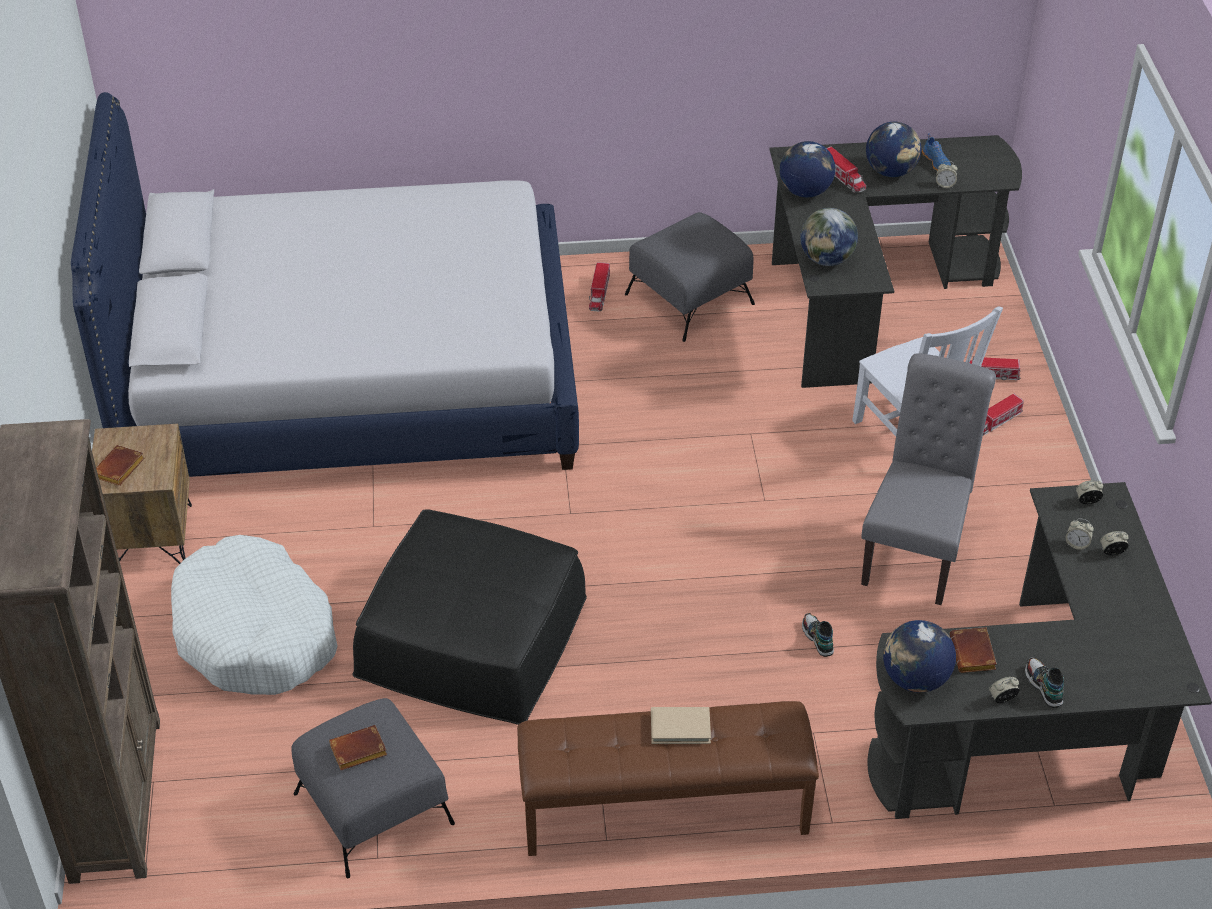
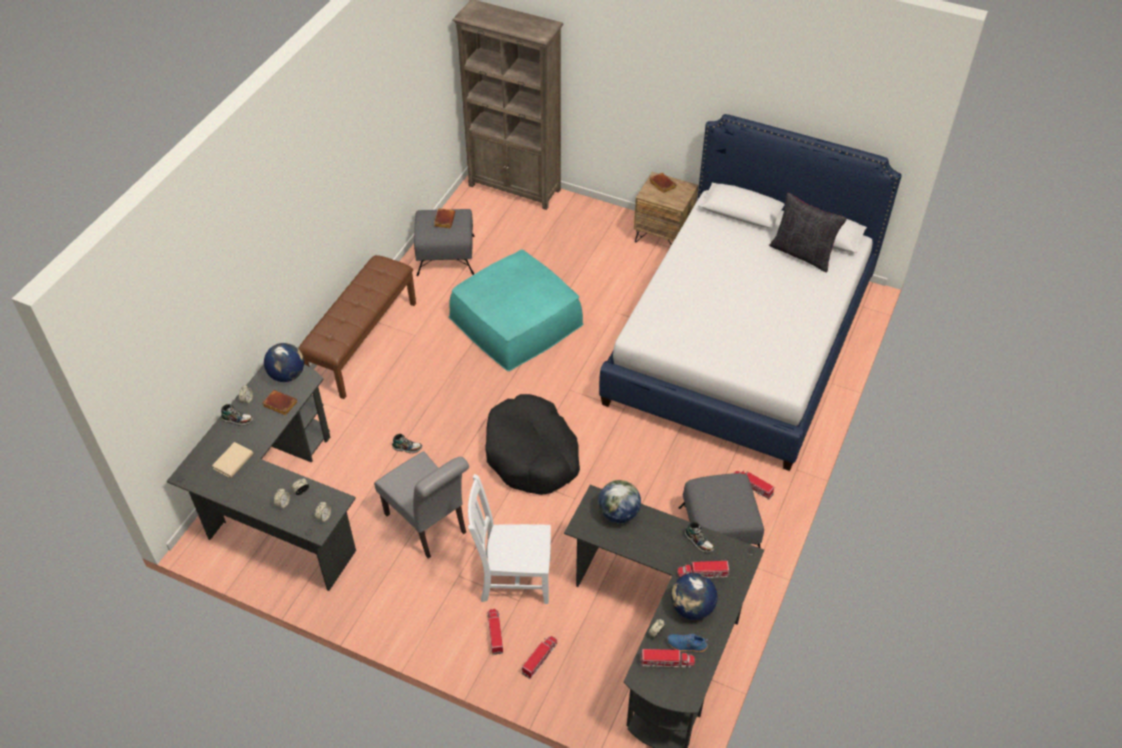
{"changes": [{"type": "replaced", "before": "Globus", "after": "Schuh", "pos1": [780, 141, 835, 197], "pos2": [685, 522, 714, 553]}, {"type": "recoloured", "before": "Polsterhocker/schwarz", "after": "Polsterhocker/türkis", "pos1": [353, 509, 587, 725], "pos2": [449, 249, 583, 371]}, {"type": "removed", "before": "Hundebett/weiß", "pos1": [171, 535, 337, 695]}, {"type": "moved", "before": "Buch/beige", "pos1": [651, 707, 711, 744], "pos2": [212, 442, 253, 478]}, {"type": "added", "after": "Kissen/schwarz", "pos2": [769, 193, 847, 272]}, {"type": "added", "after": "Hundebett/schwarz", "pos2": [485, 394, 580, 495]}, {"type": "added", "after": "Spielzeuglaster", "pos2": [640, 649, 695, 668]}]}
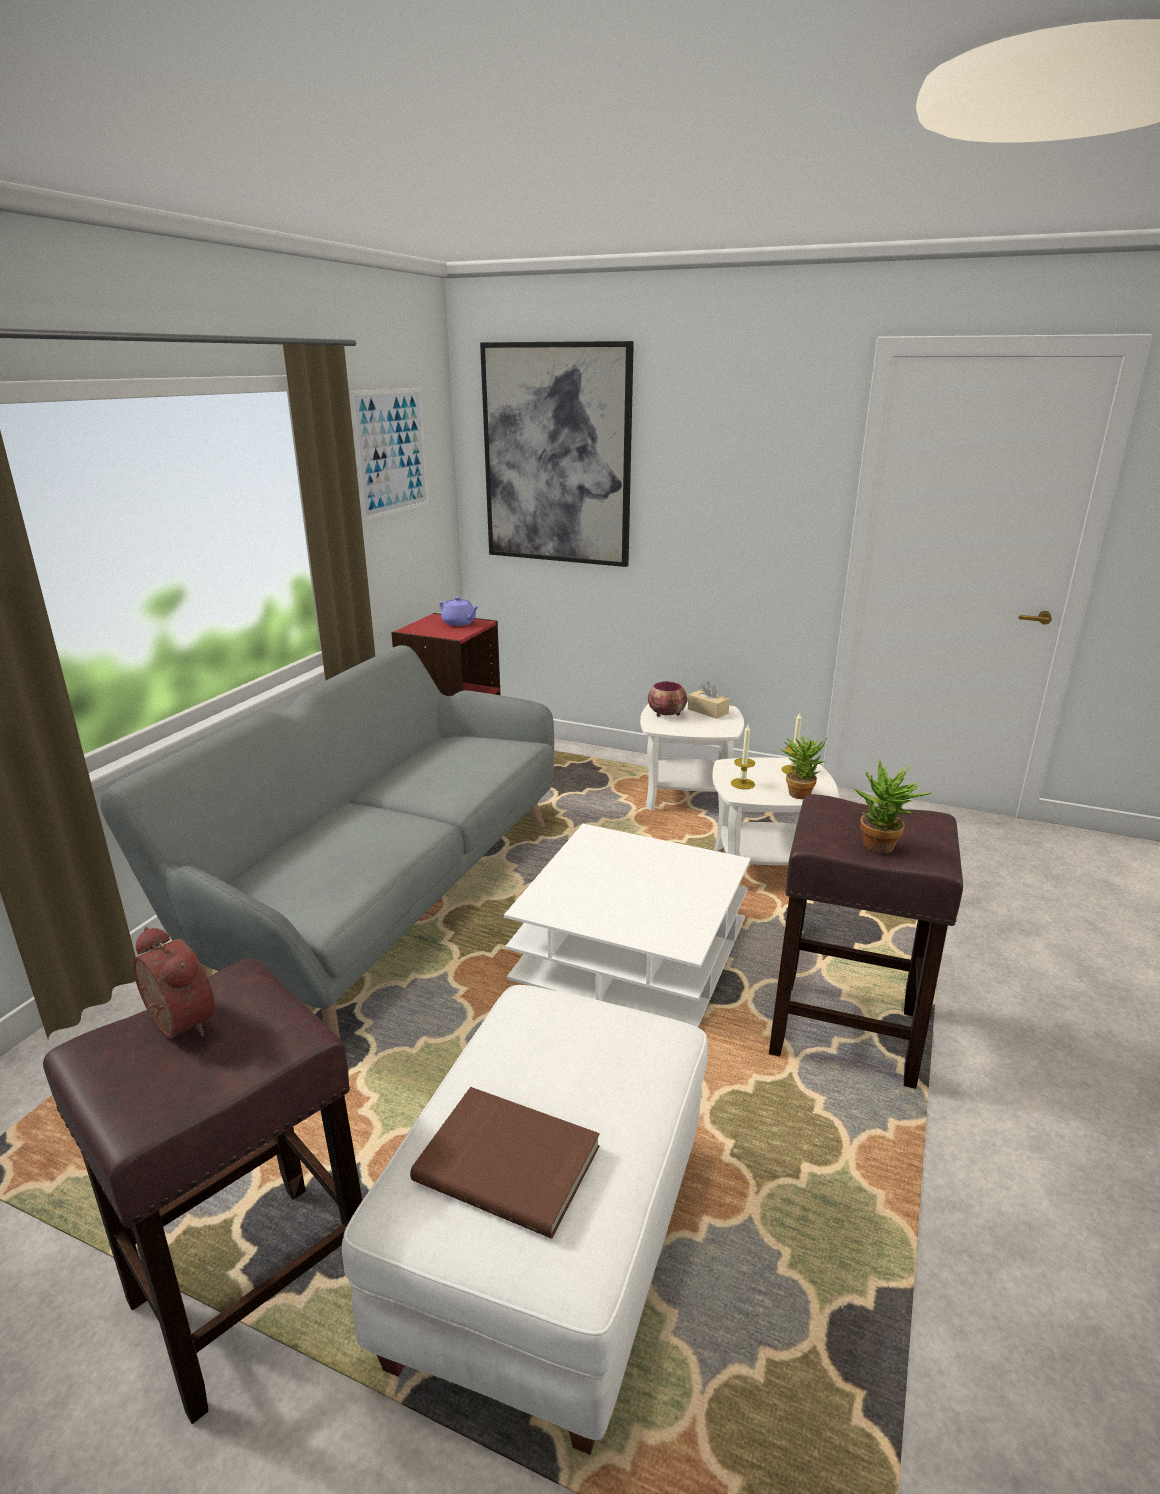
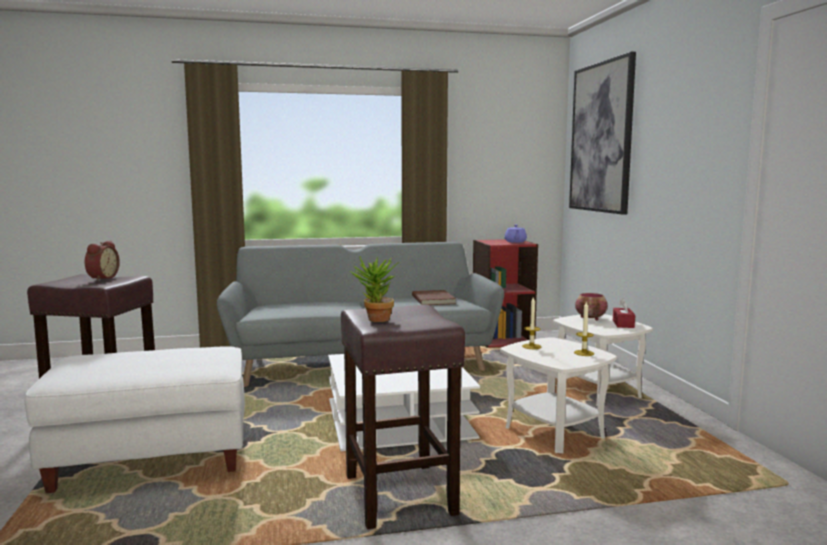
{"changes": [{"type": "removed", "before": "Bild", "pos1": [349, 388, 429, 521]}, {"type": "recoloured", "before": "Taschentuchbox/beige", "after": "Taschentuchbox/rot", "pos1": [688, 682, 730, 719], "pos2": [613, 298, 635, 328]}, {"type": "removed", "before": "Topfpflanze", "pos1": [780, 736, 827, 799]}, {"type": "moved", "before": "Buch/braun", "pos1": [410, 1087, 600, 1239], "pos2": [412, 290, 456, 305]}]}
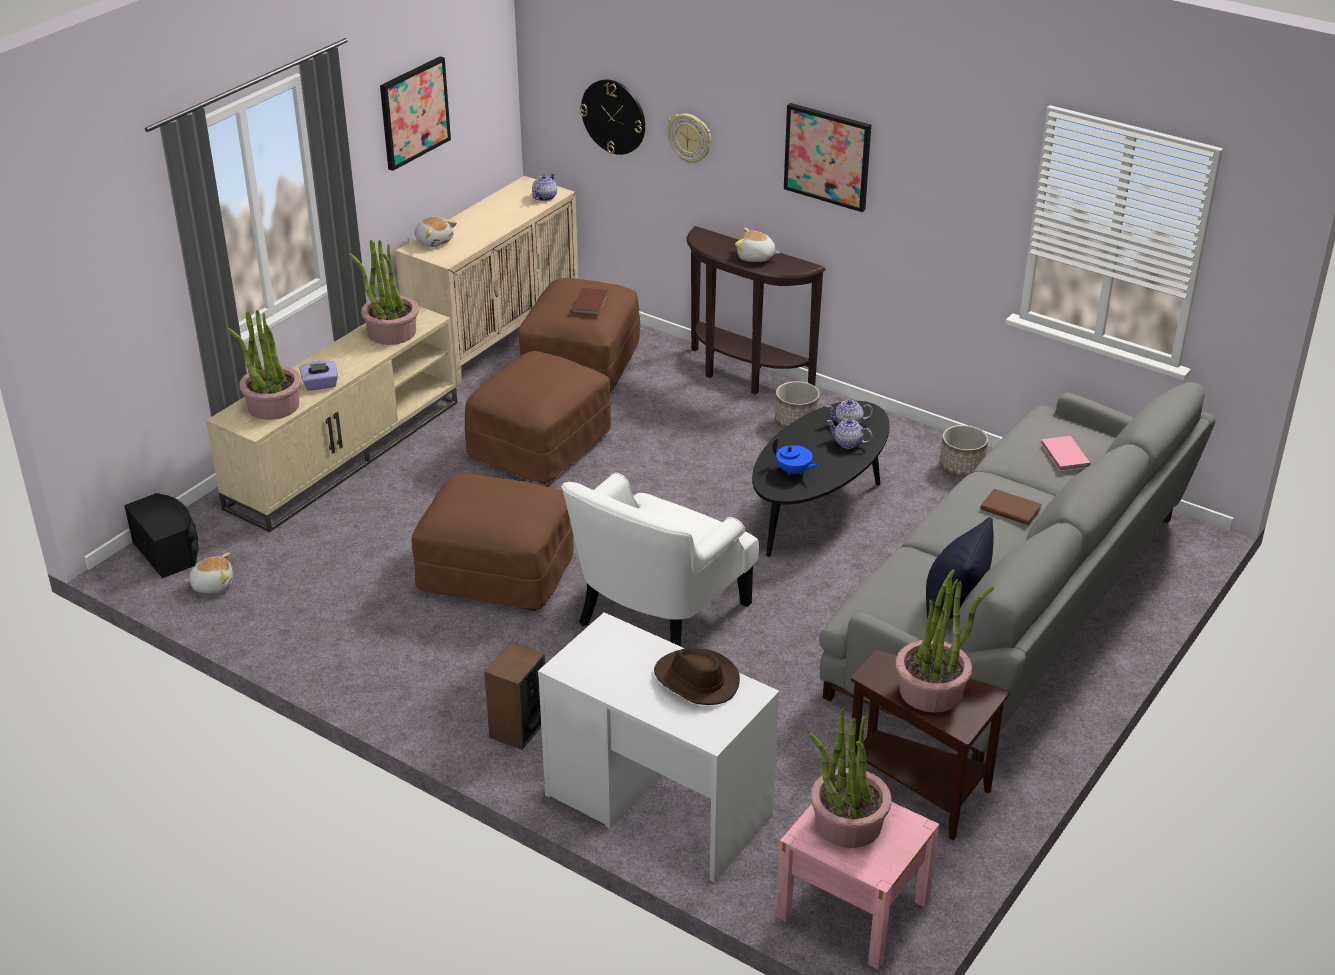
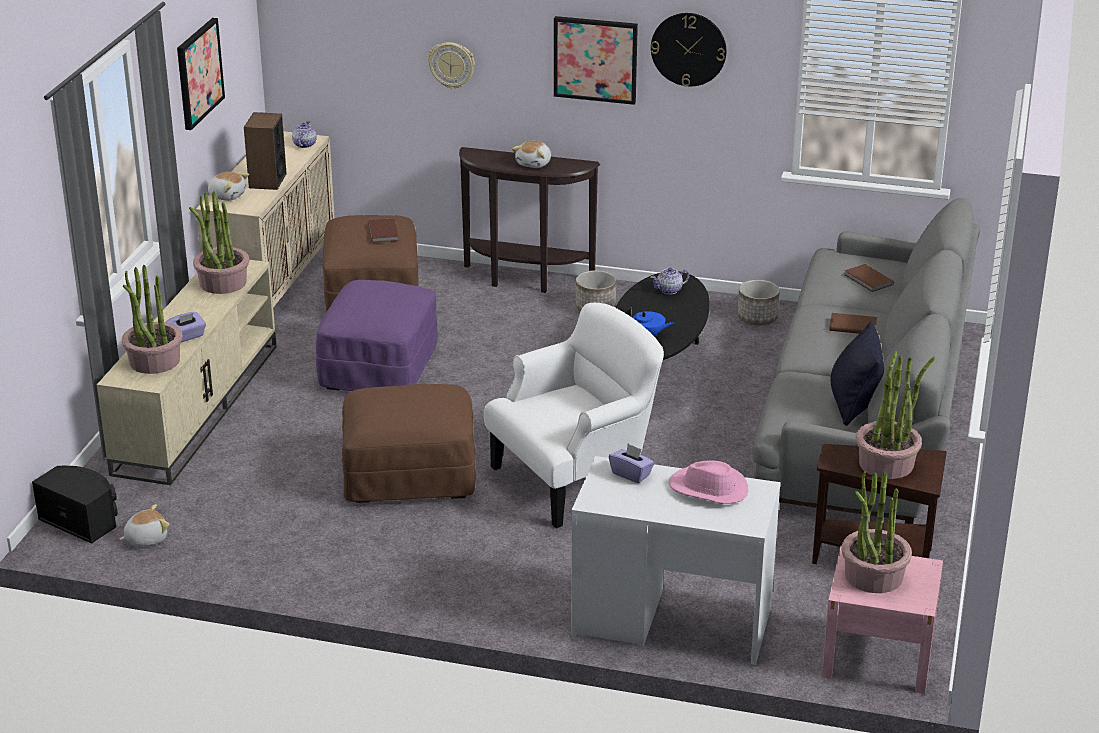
{"changes": [{"type": "moved", "before": "Wanduhr", "pos1": [580, 79, 645, 155], "pos2": [651, 13, 726, 87]}, {"type": "turned", "before": "Plüschtier", "pos1": [735, 228, 780, 262], "pos2": [512, 141, 551, 168], "turn": -60}, {"type": "recoloured", "before": "Polsterhocker/braun", "after": "Polsterhocker/lila", "pos1": [465, 351, 611, 484], "pos2": [316, 280, 437, 391]}, {"type": "removed", "before": "Teekanne", "pos1": [827, 419, 872, 449]}, {"type": "recoloured", "before": "Buch/rosa", "after": "Buch/braun", "pos1": [1041, 436, 1091, 471], "pos2": [844, 264, 894, 292]}, {"type": "turned", "before": "Sessel/weiß", "pos1": [561, 472, 759, 646], "pos2": [484, 303, 664, 528], "turn": -135}, {"type": "moved", "before": "Lautsprecher", "pos1": [484, 642, 545, 750], "pos2": [244, 112, 287, 190]}, {"type": "recoloured", "before": "Hut/braun", "after": "Hut/rosa", "pos1": [654, 648, 740, 705], "pos2": [669, 460, 748, 504]}, {"type": "added", "after": "Taschentuchbox/lila", "pos2": [609, 444, 654, 483]}]}
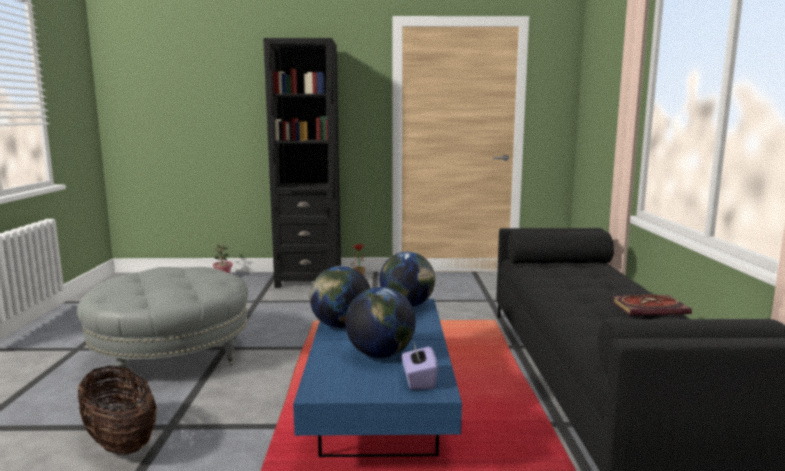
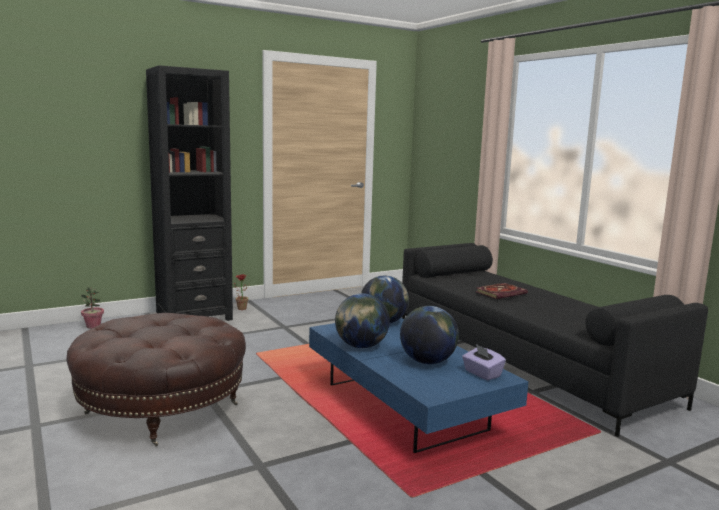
{"changes": [{"type": "recoloured", "before": "Polsterhocker/grau", "after": "Polsterhocker/braun", "pos1": [77, 267, 248, 381], "pos2": [66, 313, 246, 446]}, {"type": "moved", "before": "Buch", "pos1": [611, 294, 692, 315], "pos2": [476, 283, 528, 299]}, {"type": "removed", "before": "Korb", "pos1": [78, 366, 157, 455]}]}
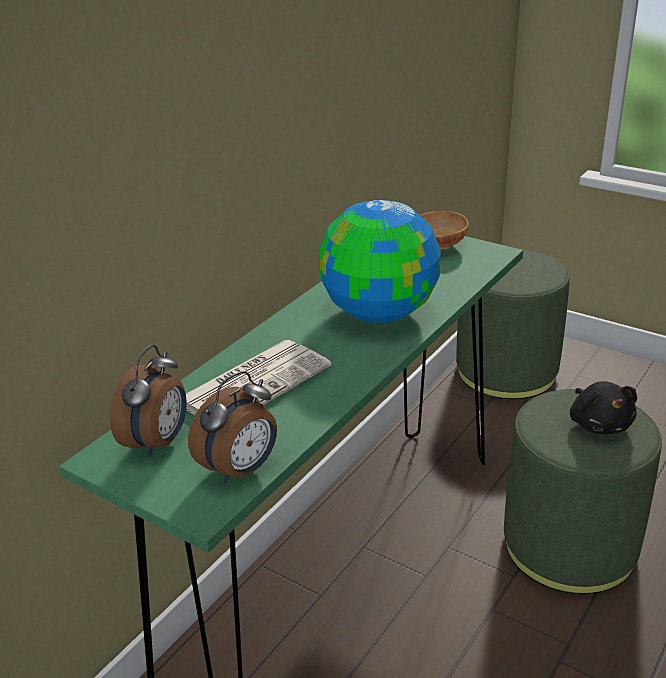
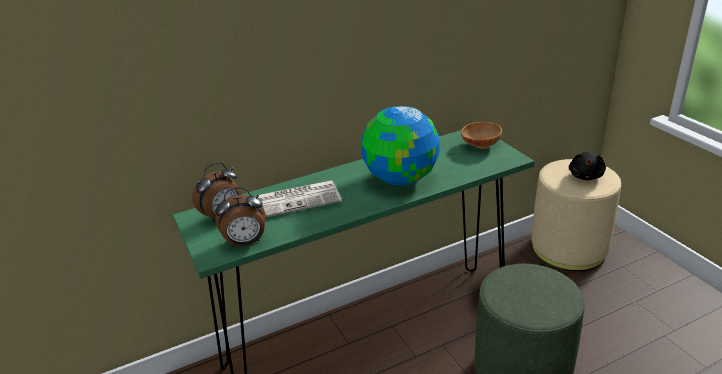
{"changes": [{"type": "recoloured", "before": "Polsterhocker/grün", "after": "Polsterhocker/beige", "pos1": [456, 250, 570, 400], "pos2": [531, 159, 621, 271]}, {"type": "moved", "before": "Plüschtier/schwarz", "pos1": [570, 381, 637, 434], "pos2": [569, 152, 606, 180]}]}
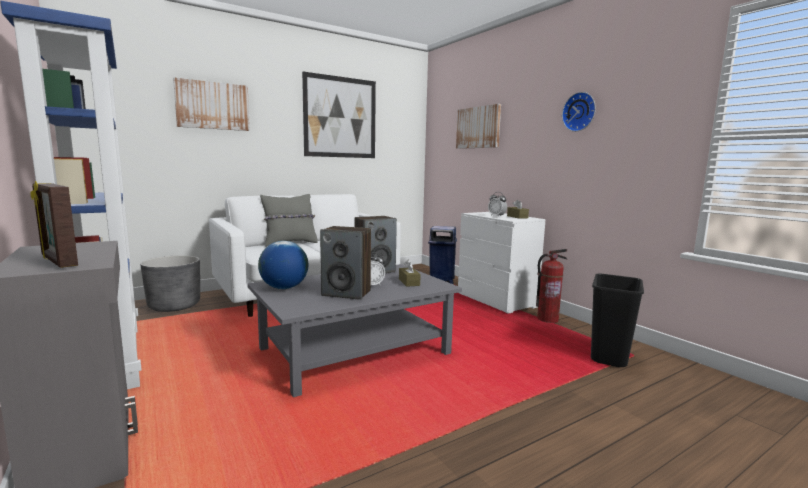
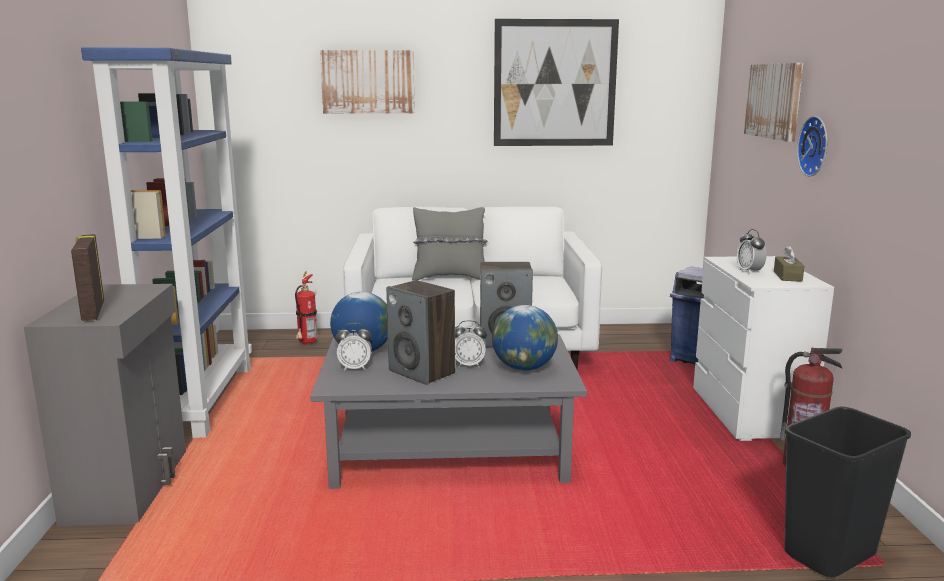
{"changes": [{"type": "moved", "before": "Wanduhr", "pos1": [562, 92, 596, 132], "pos2": [797, 116, 827, 177]}, {"type": "replaced", "before": "Pflanzkübel/grau", "after": "Feuerlöscher", "pos1": [140, 255, 200, 312], "pos2": [295, 271, 317, 345]}, {"type": "replaced", "before": "Taschentuchbox/braun", "after": "Globus", "pos1": [399, 260, 421, 287], "pos2": [492, 305, 558, 371]}, {"type": "added", "after": "Wecker", "pos2": [336, 323, 372, 371]}]}
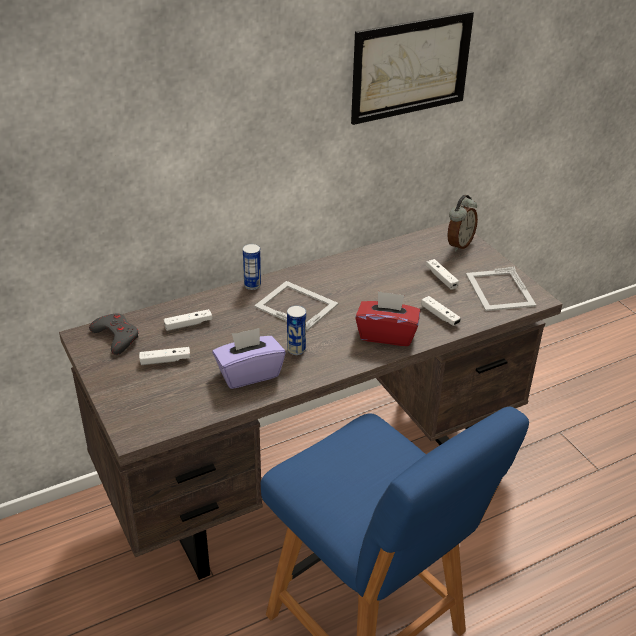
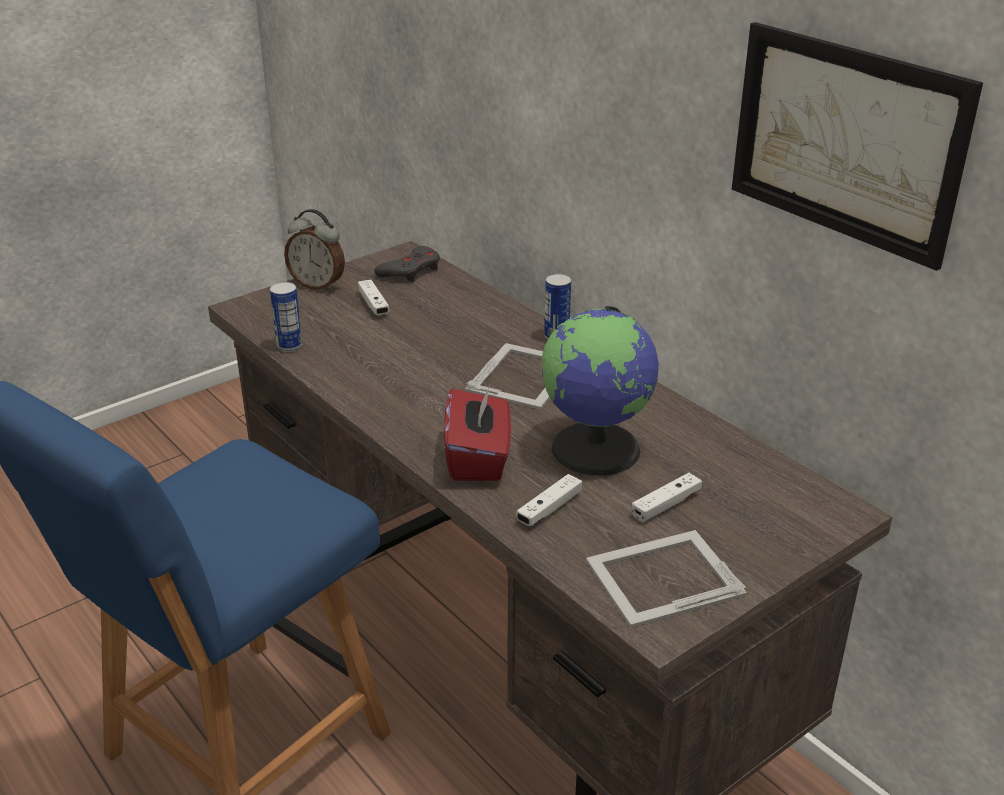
{"changes": [{"type": "moved", "before": "Wecker", "pos1": [447, 195, 478, 252], "pos2": [284, 209, 345, 291]}, {"type": "moved", "before": "Dose", "pos1": [287, 305, 306, 355], "pos2": [270, 282, 302, 352]}, {"type": "removed", "before": "Gamepad/weiß", "pos1": [164, 309, 212, 331]}, {"type": "removed", "before": "Taschentuchbox/lila", "pos1": [212, 328, 285, 389]}, {"type": "added", "after": "Globus", "pos2": [542, 306, 659, 476]}]}
